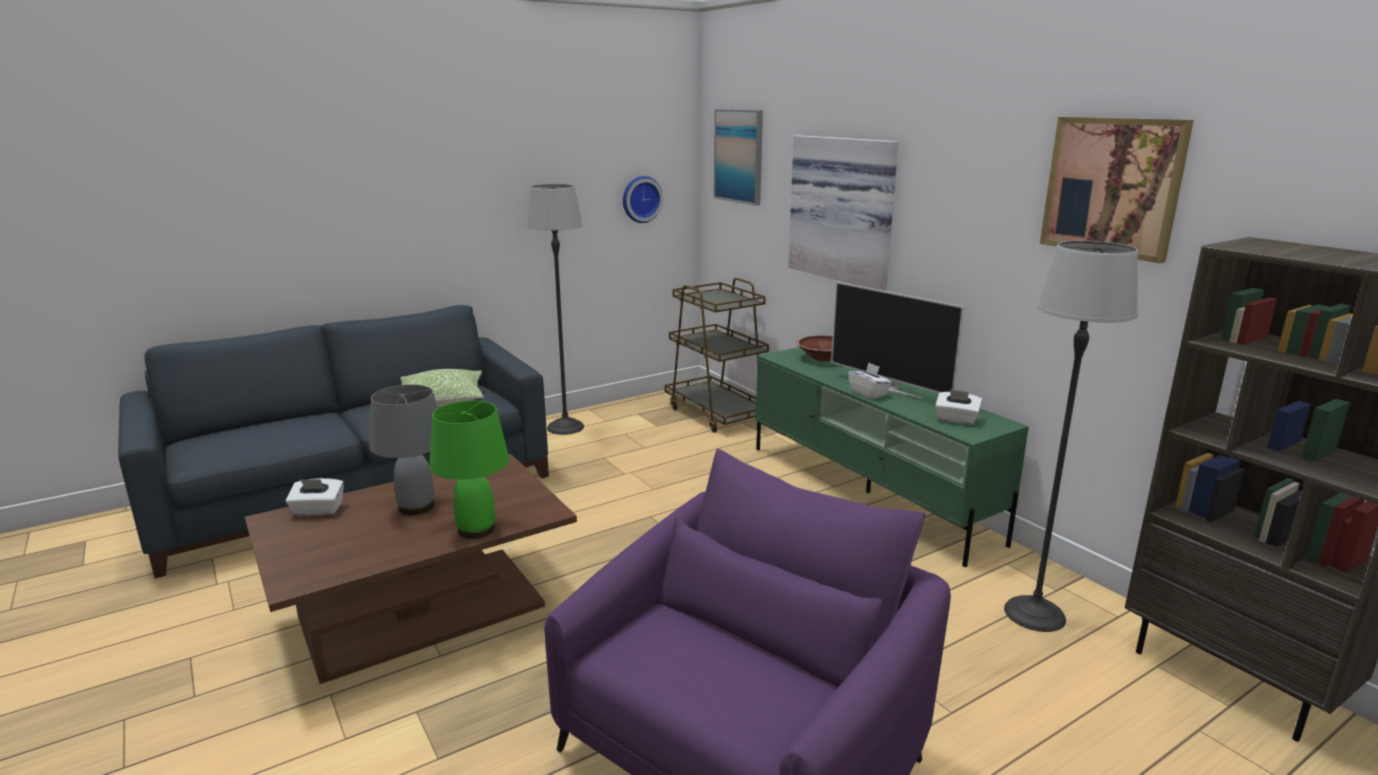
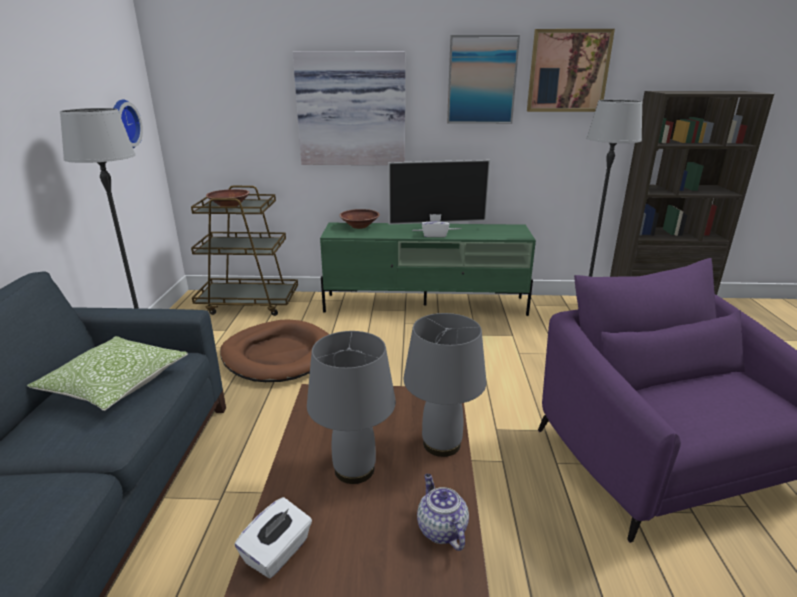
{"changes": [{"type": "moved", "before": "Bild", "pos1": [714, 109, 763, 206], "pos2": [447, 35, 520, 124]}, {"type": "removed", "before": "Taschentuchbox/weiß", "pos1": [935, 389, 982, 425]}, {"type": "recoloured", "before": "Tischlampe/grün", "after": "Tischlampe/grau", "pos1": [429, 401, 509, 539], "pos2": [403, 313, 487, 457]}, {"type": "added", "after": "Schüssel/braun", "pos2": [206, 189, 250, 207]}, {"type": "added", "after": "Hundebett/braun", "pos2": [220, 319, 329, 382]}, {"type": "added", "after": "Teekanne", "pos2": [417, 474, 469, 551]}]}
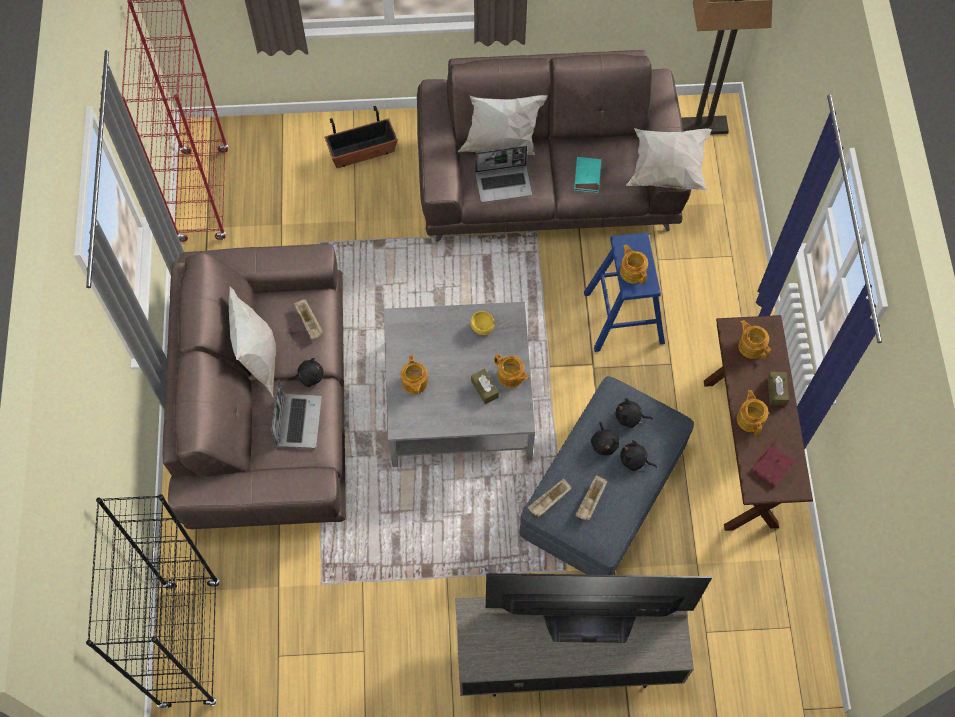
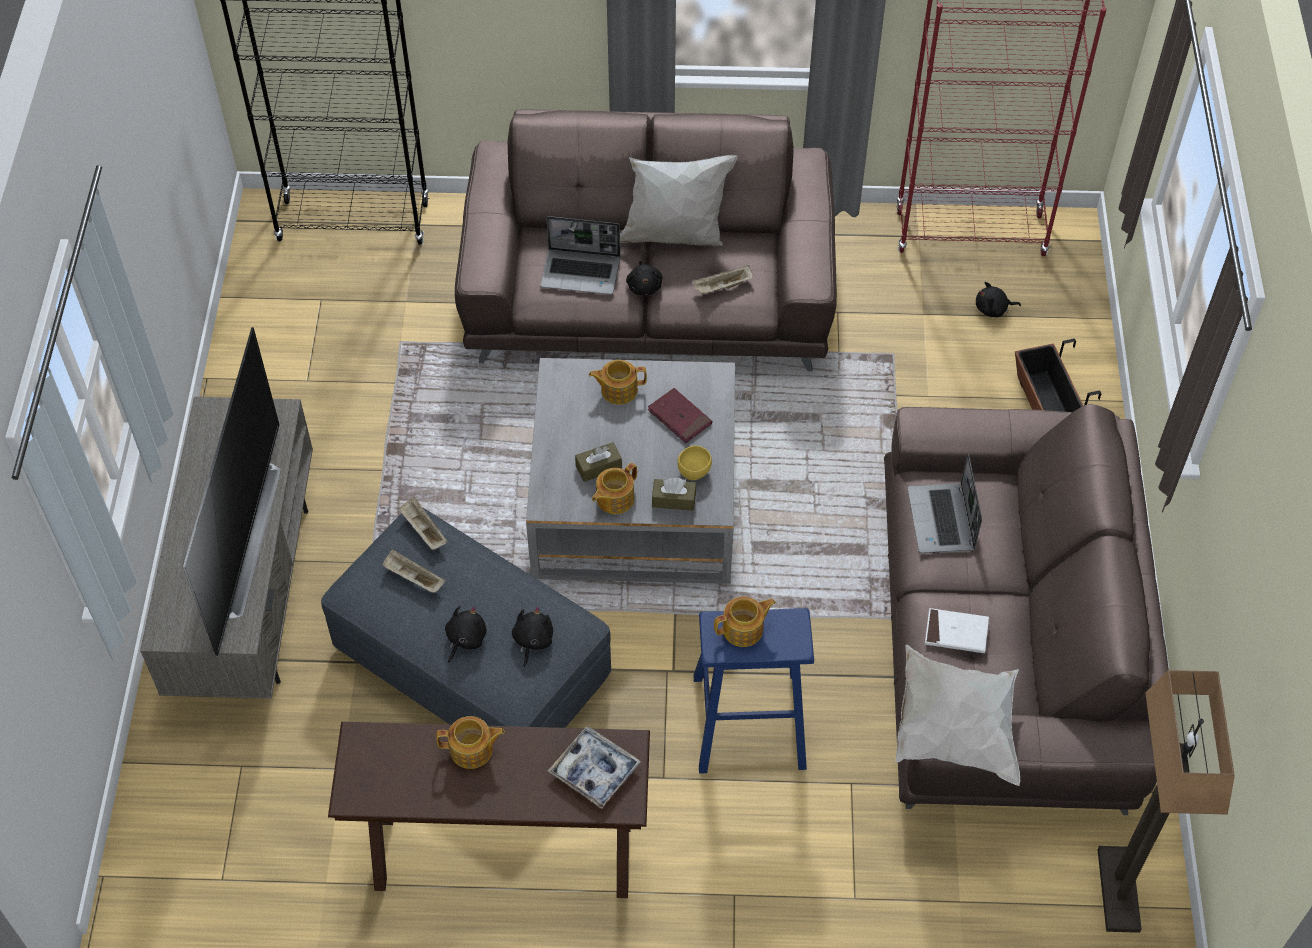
{"changes": [{"type": "removed", "before": "Kissen/weiß", "pos1": [458, 95, 548, 155]}, {"type": "recoloured", "before": "Buch/türkis", "after": "Buch/weiß", "pos1": [574, 157, 601, 193], "pos2": [925, 608, 989, 653]}, {"type": "replaced", "before": "Teekanne", "after": "Tablett", "pos1": [738, 320, 771, 359], "pos2": [548, 727, 641, 809]}, {"type": "moved", "before": "Taschentuchbox/braun", "pos1": [767, 372, 789, 405], "pos2": [652, 478, 696, 511]}, {"type": "moved", "before": "Plüschtier/schwarz", "pos1": [591, 422, 619, 455], "pos2": [976, 282, 1021, 317]}, {"type": "moved", "before": "Buch/rot", "pos1": [751, 439, 800, 488], "pos2": [648, 388, 712, 443]}]}
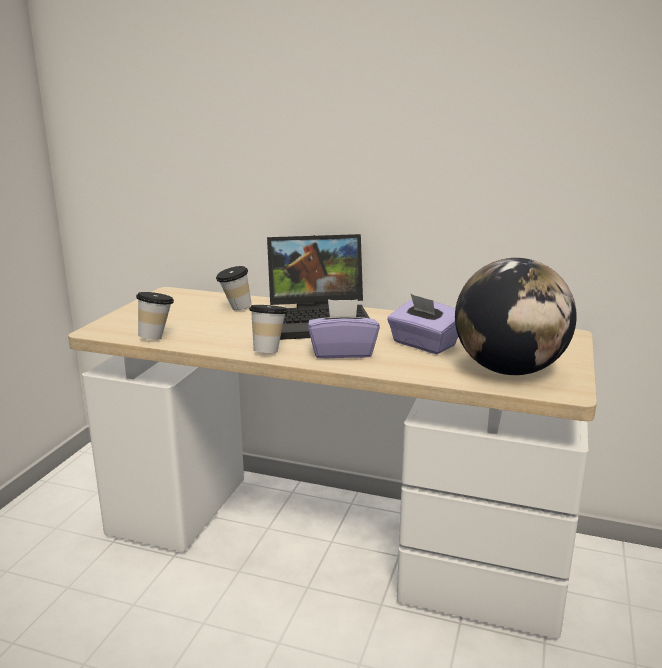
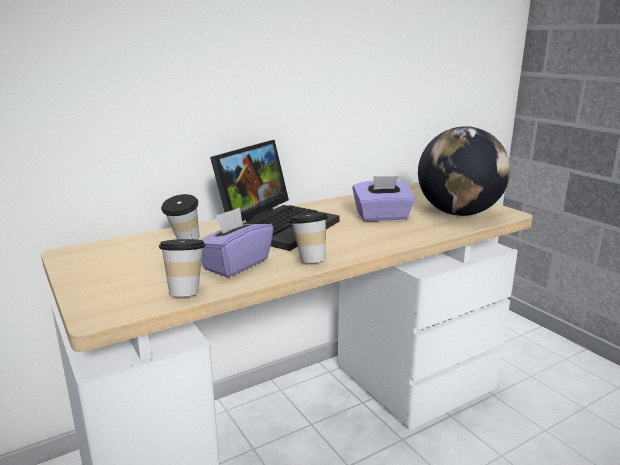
{"changes": [{"type": "moved", "before": "Taschentuchbox/lila", "pos1": [308, 299, 380, 358], "pos2": [200, 207, 274, 277]}]}
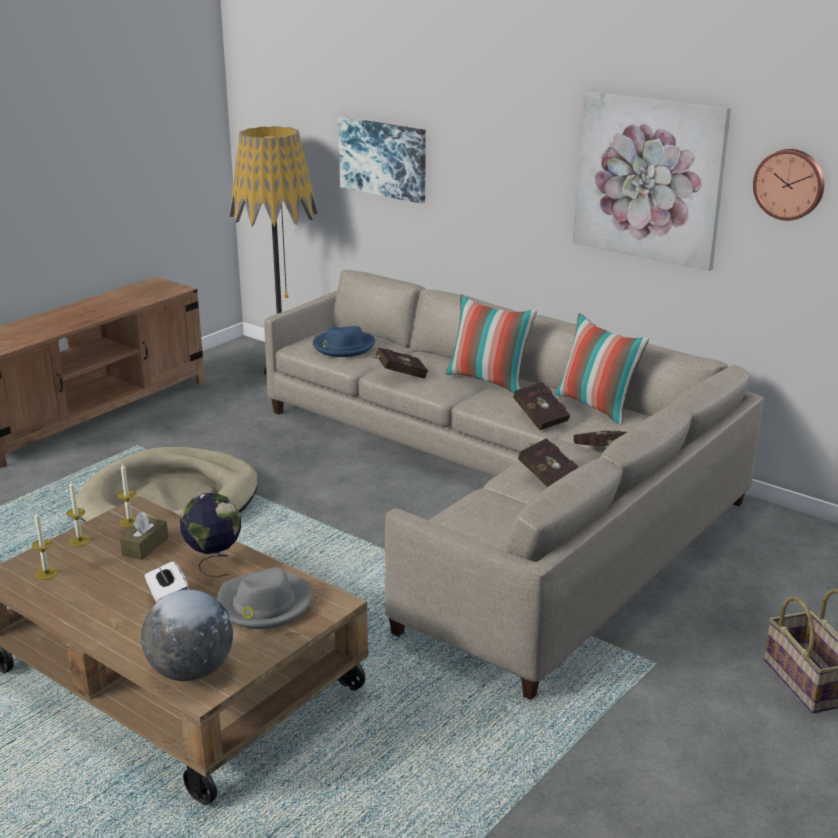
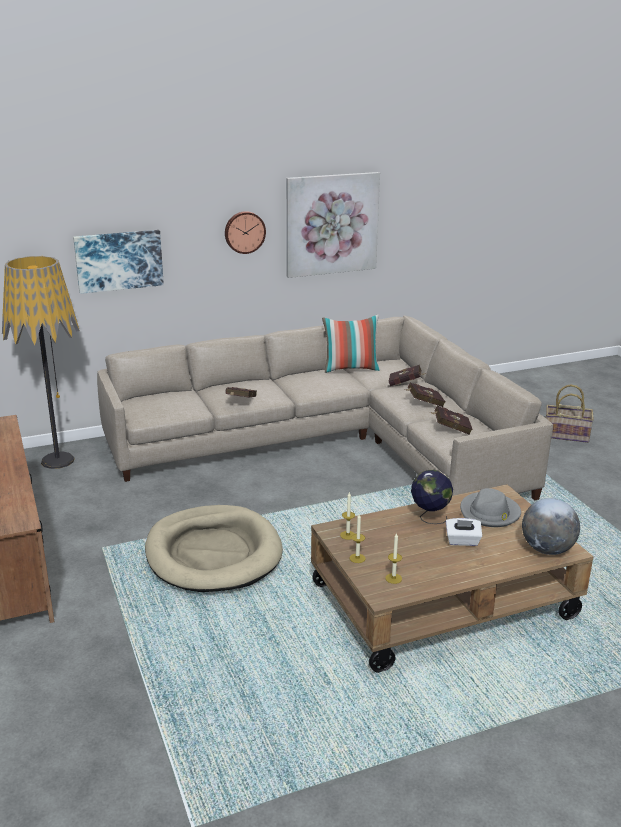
{"changes": [{"type": "moved", "before": "Wanduhr", "pos1": [753, 149, 824, 221], "pos2": [225, 211, 266, 254]}, {"type": "removed", "before": "Kissen", "pos1": [445, 294, 537, 393]}, {"type": "removed", "before": "Hut/blau", "pos1": [313, 326, 375, 357]}, {"type": "moved", "before": "Buch/rot", "pos1": [513, 382, 570, 430], "pos2": [430, 406, 473, 435]}, {"type": "removed", "before": "Taschentuchbox/braun", "pos1": [120, 512, 168, 560]}]}
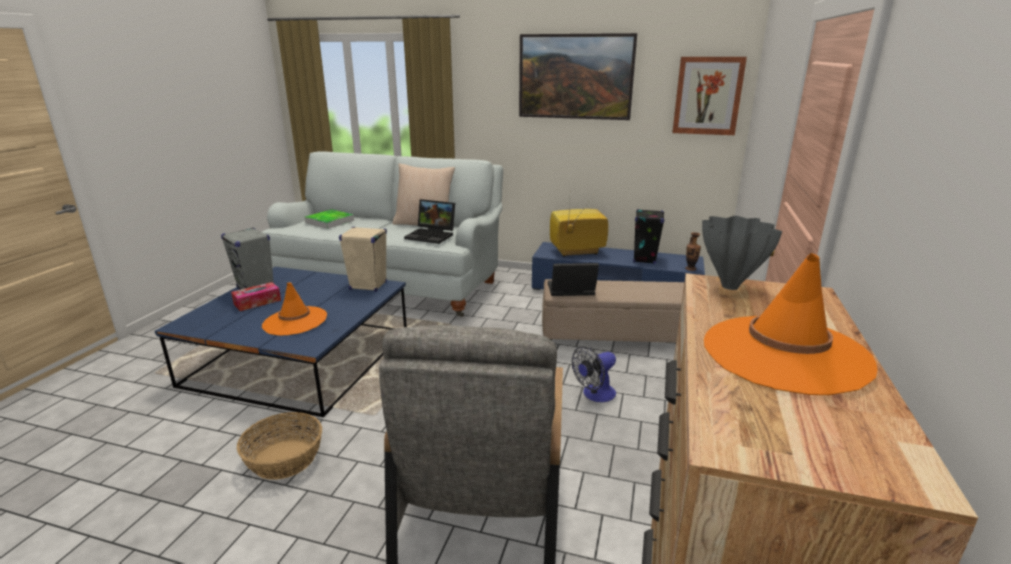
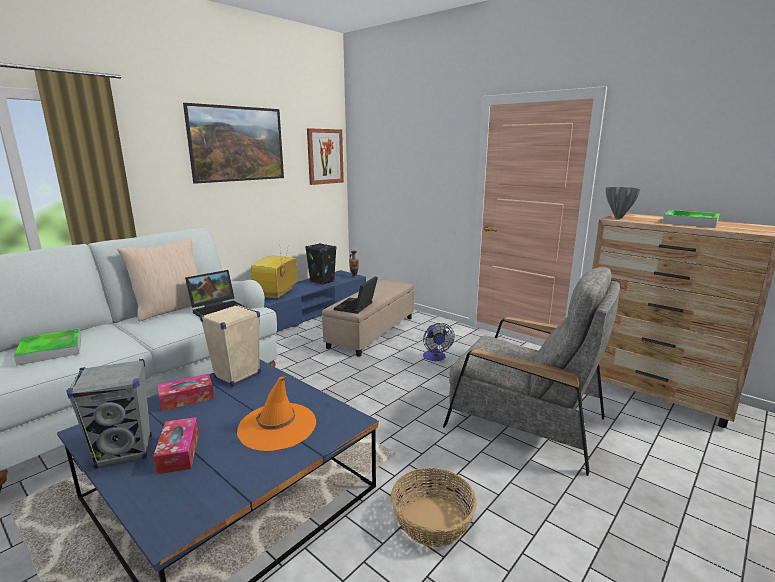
{"changes": [{"type": "replaced", "before": "Hut/orange", "after": "Tablett", "pos1": [704, 253, 877, 395], "pos2": [662, 210, 720, 228]}, {"type": "added", "after": "Taschentuchbox", "pos2": [158, 374, 214, 411]}]}
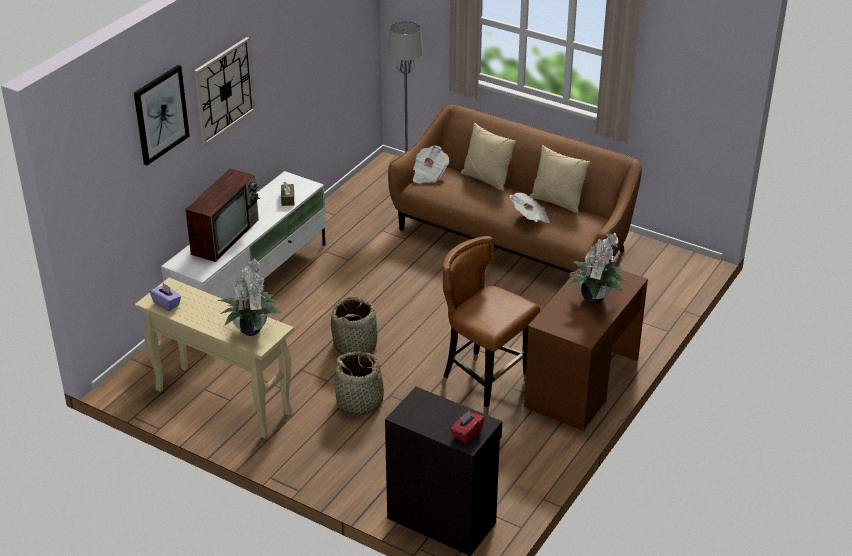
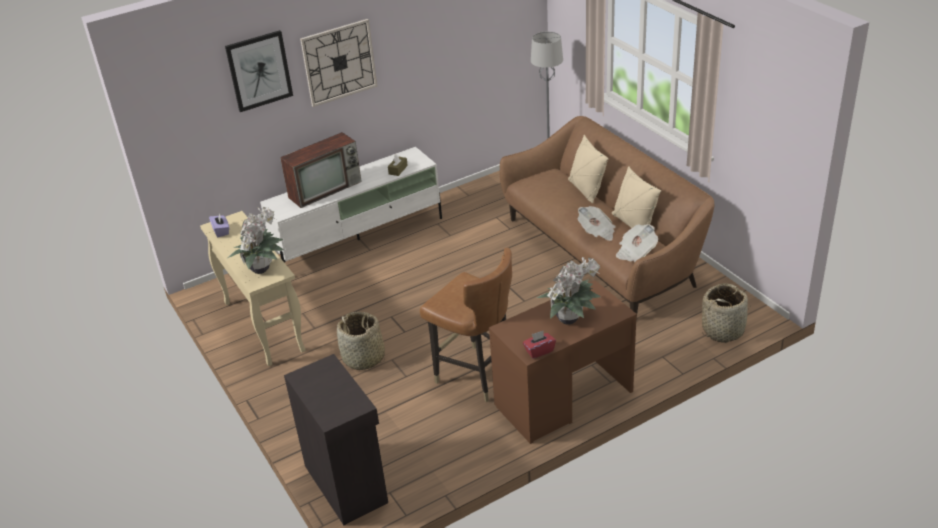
{"changes": [{"type": "moved", "before": "Zeitung", "pos1": [413, 146, 449, 183], "pos2": [616, 224, 658, 262]}, {"type": "turned", "before": "Stuhl/braun", "pos1": [442, 236, 540, 415], "pos2": [420, 248, 512, 402], "turn": 150}, {"type": "moved", "before": "Korb", "pos1": [331, 297, 378, 355], "pos2": [702, 283, 750, 343]}, {"type": "moved", "before": "Taschentuchbox/rot", "pos1": [450, 410, 485, 443], "pos2": [523, 331, 556, 359]}]}
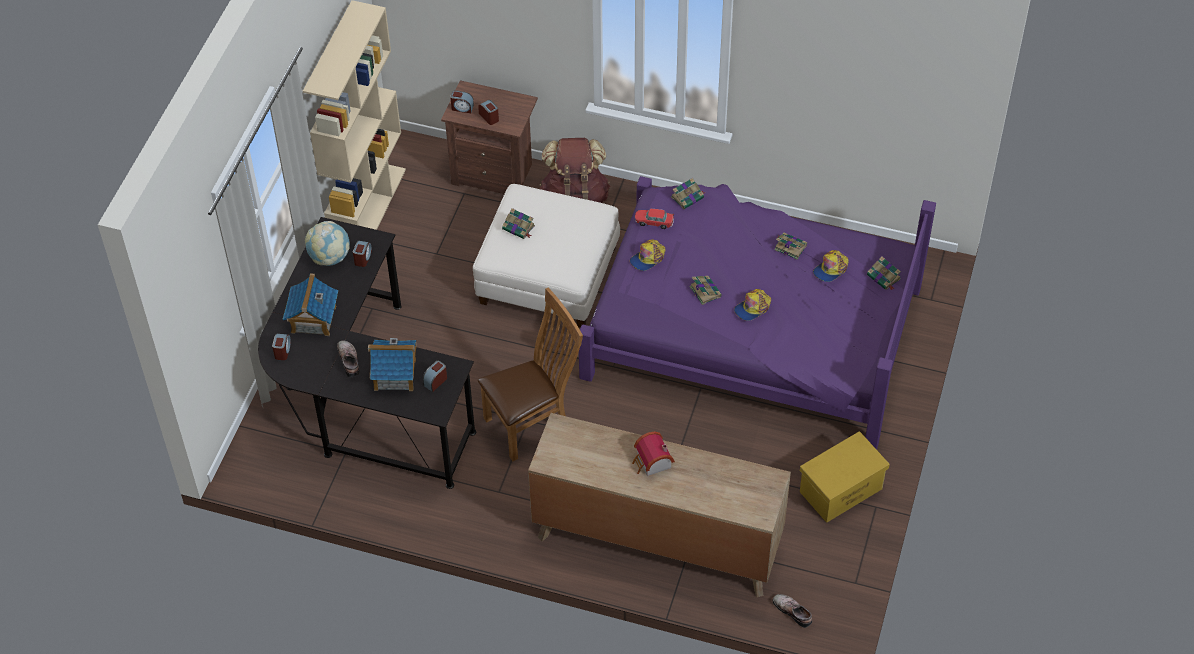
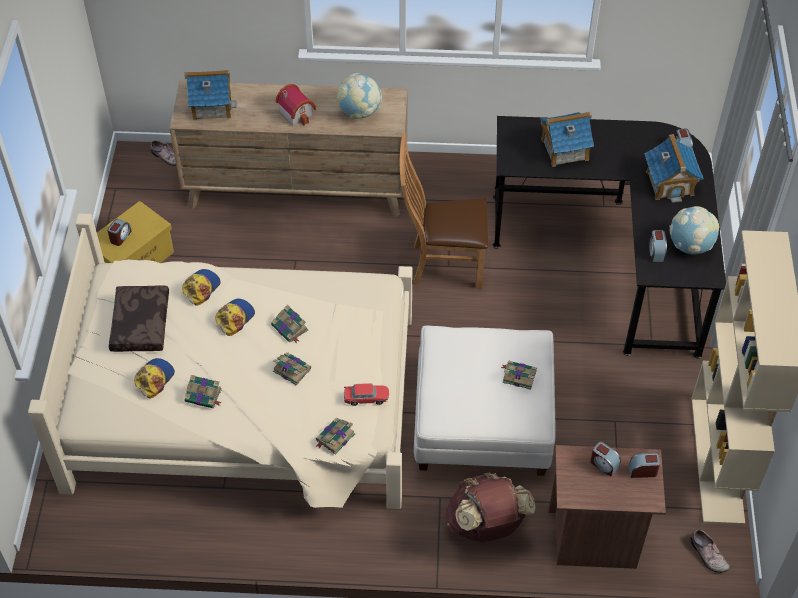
{"changes": [{"type": "recoloured", "before": "Bett/lila", "after": "Bett/beige", "pos1": [579, 176, 936, 450], "pos2": [28, 213, 413, 509]}, {"type": "moved", "before": "Kappe", "pos1": [630, 240, 665, 271], "pos2": [182, 269, 221, 306]}, {"type": "moved", "before": "Buch", "pos1": [867, 256, 901, 290], "pos2": [273, 352, 311, 386]}, {"type": "turned", "before": "Stuhl/braun", "pos1": [478, 287, 583, 462], "pos2": [400, 133, 488, 289], "turn": 45}, {"type": "moved", "before": "Schuh", "pos1": [337, 341, 360, 377], "pos2": [690, 530, 730, 573]}, {"type": "moved", "before": "Wecker", "pos1": [423, 361, 447, 392], "pos2": [107, 219, 132, 246]}, {"type": "added", "after": "Spielzeughaus", "pos2": [185, 70, 237, 120]}, {"type": "added", "after": "Globus", "pos2": [337, 73, 382, 119]}, {"type": "added", "after": "Kissen/braun", "pos2": [109, 285, 169, 352]}]}
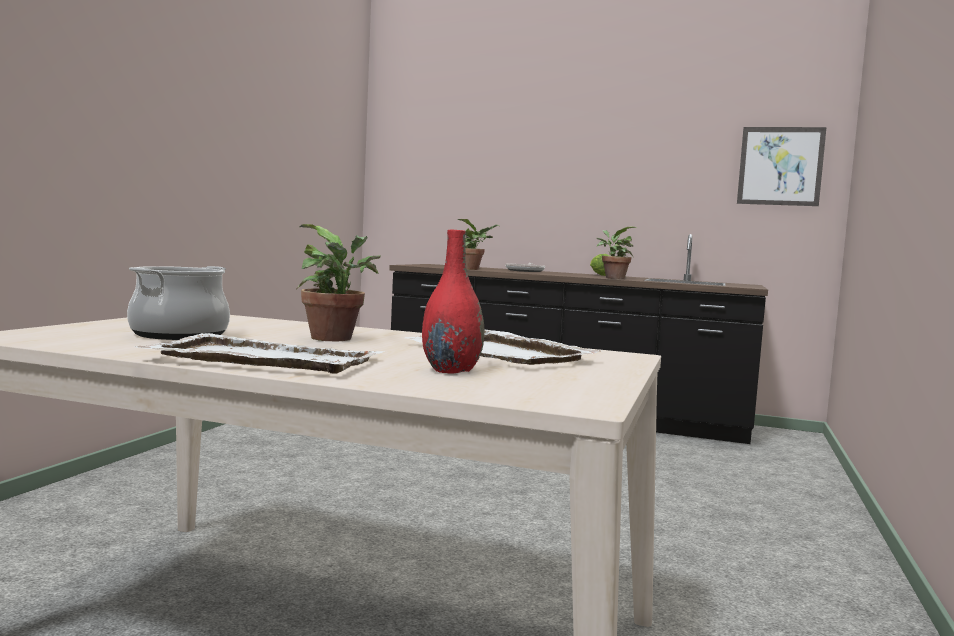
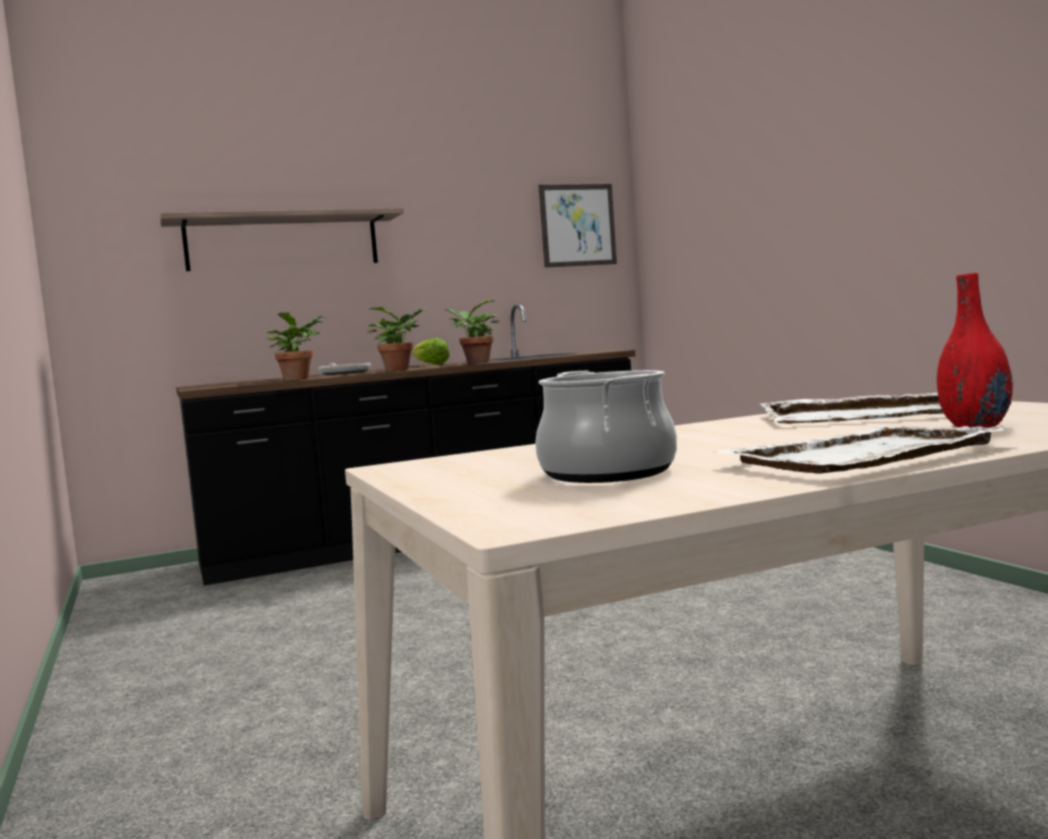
{"changes": [{"type": "moved", "before": "Topfpflanze", "pos1": [296, 224, 381, 341], "pos2": [367, 307, 426, 372]}, {"type": "added", "after": "Wandregal", "pos2": [160, 208, 404, 271]}]}
